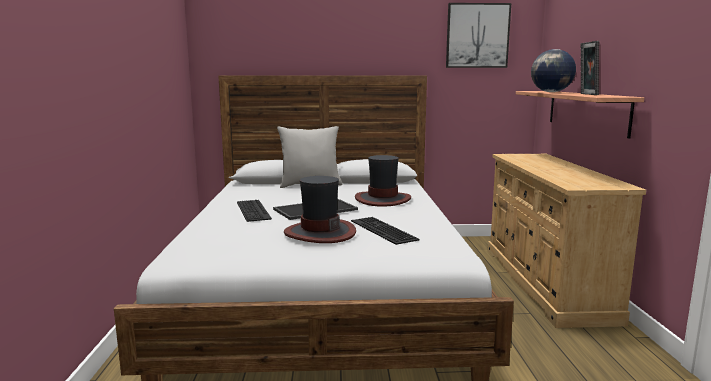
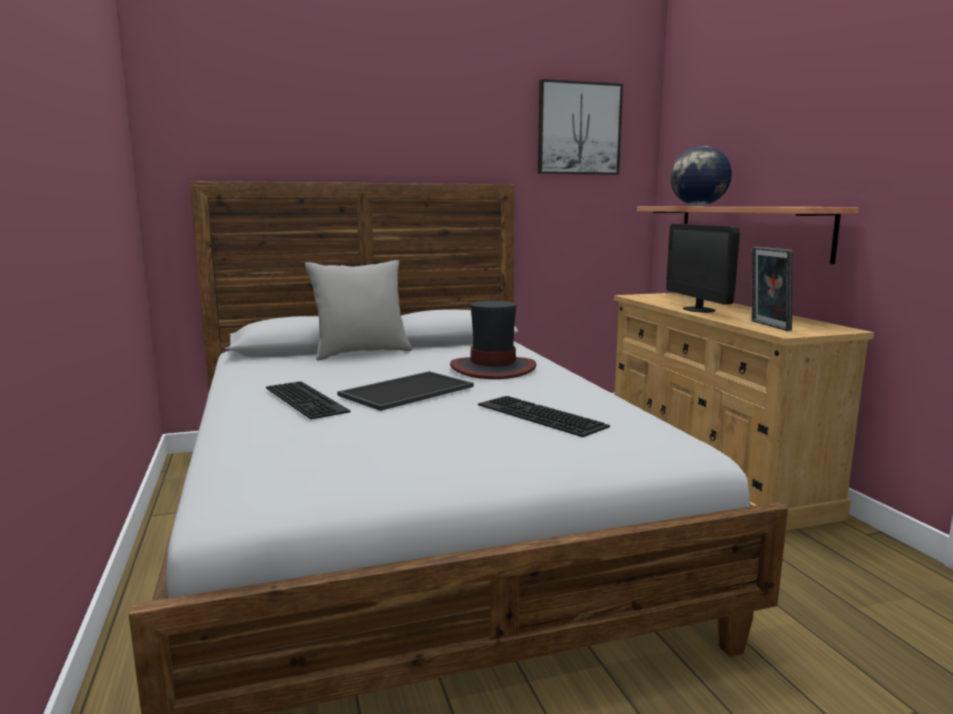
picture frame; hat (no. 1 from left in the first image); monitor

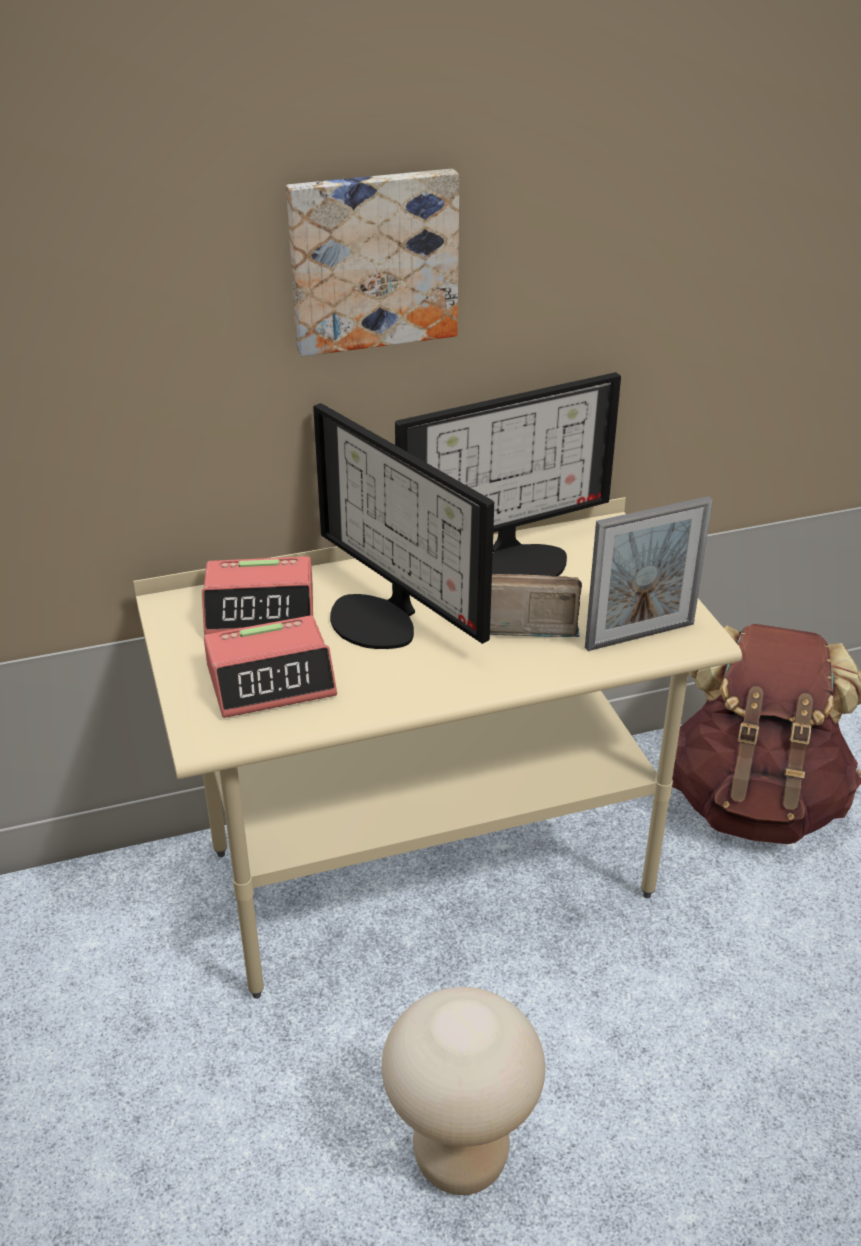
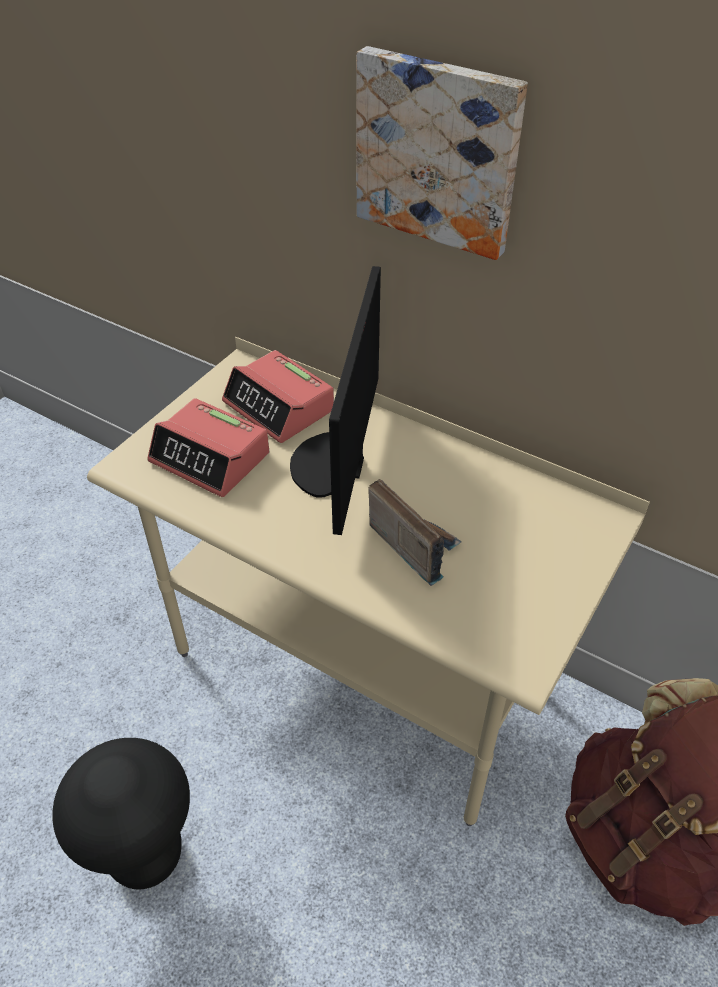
monitor (no. 2 from left in the first image); picture frame; black stool

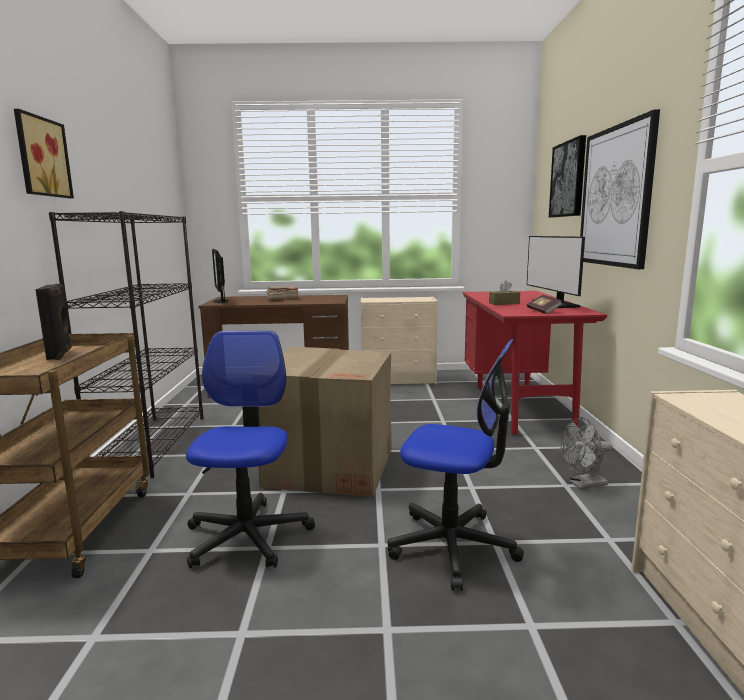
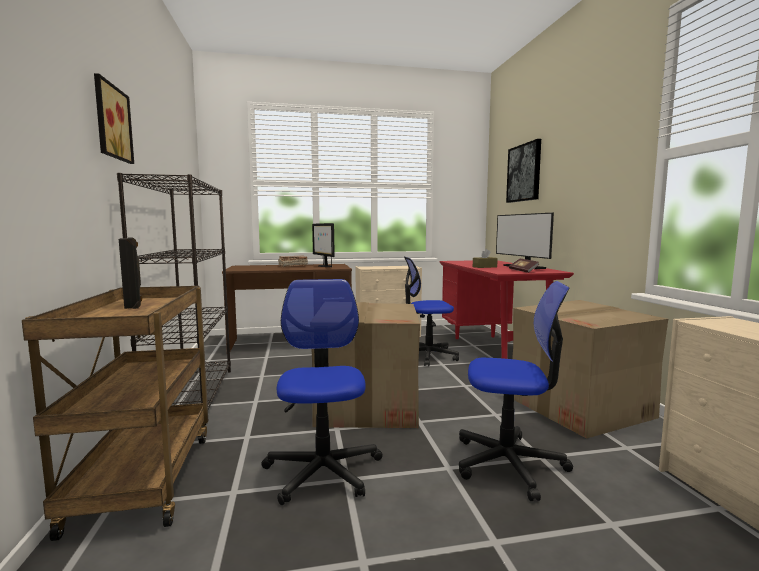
picture (no. 3 from left in the first image); monitor (no. 1 from left); cardboard box (no. 2 from left); office chair (no. 2 from left)

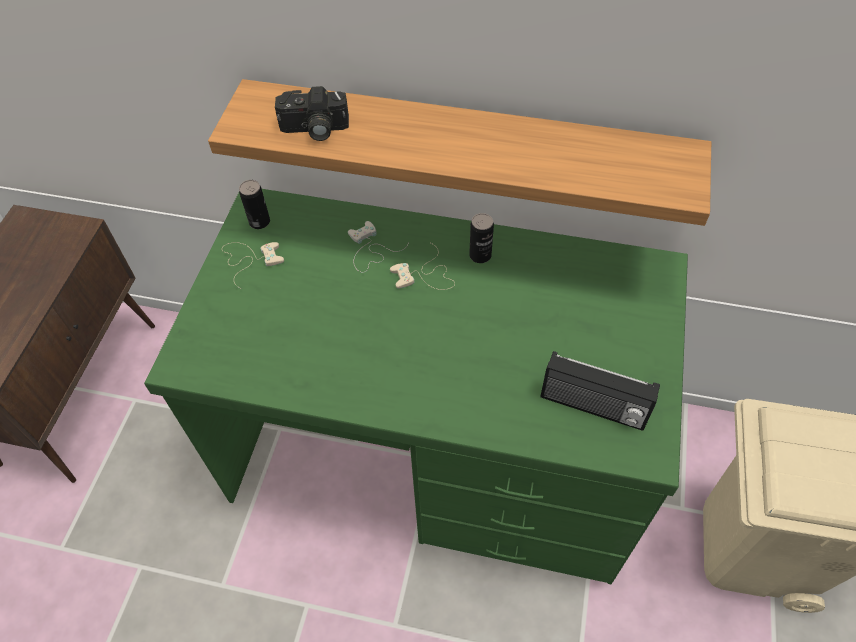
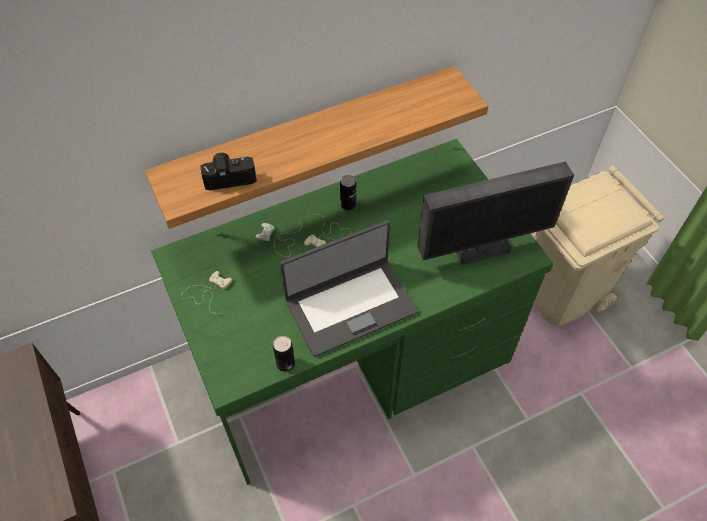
photo camera; can (no. 1 from left); monitor; laptop

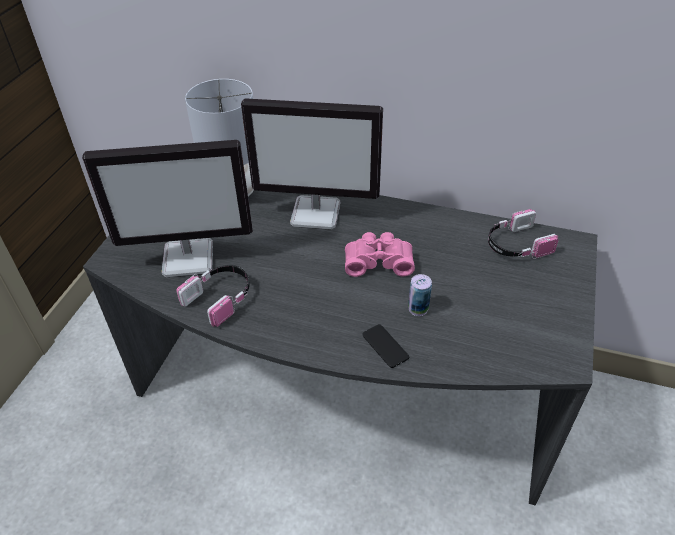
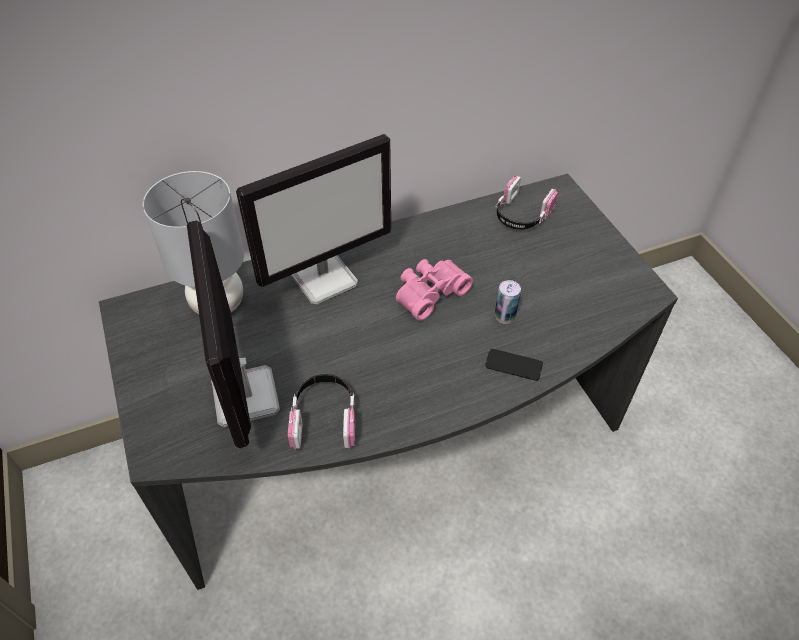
monitor (no. 1 from left)

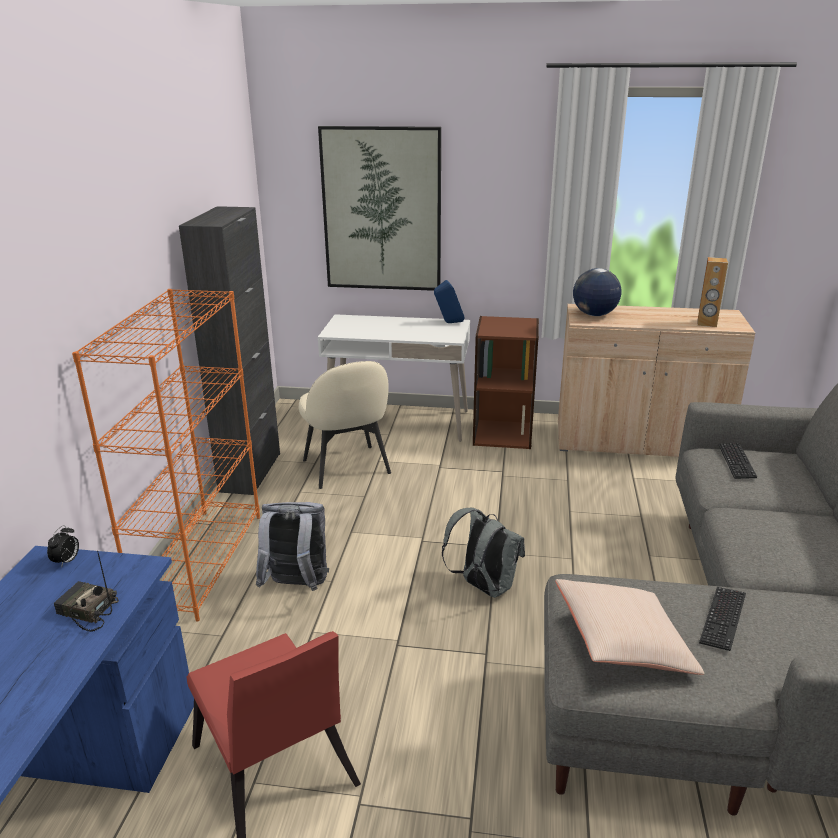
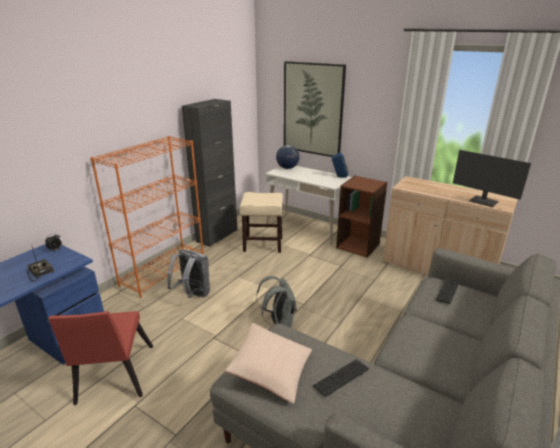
monitor; globe; beige stool

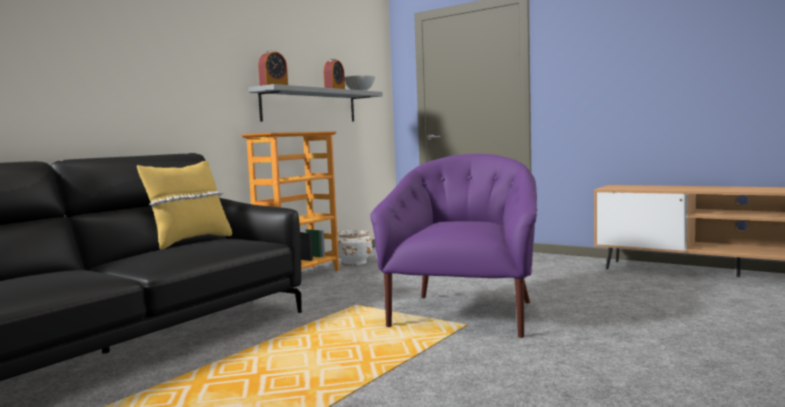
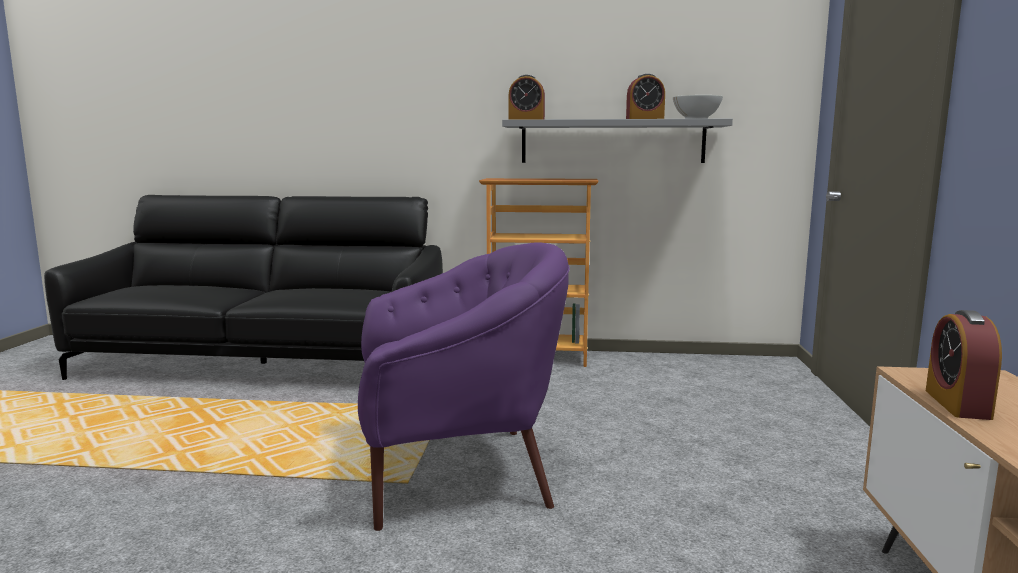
yellow pillow; white planter; alarm clock (no. 3 from left)

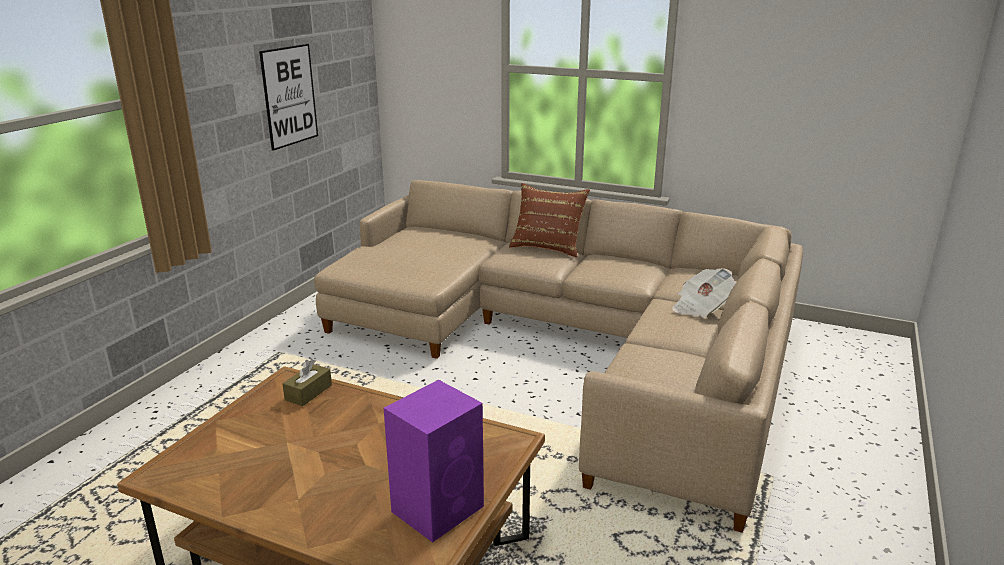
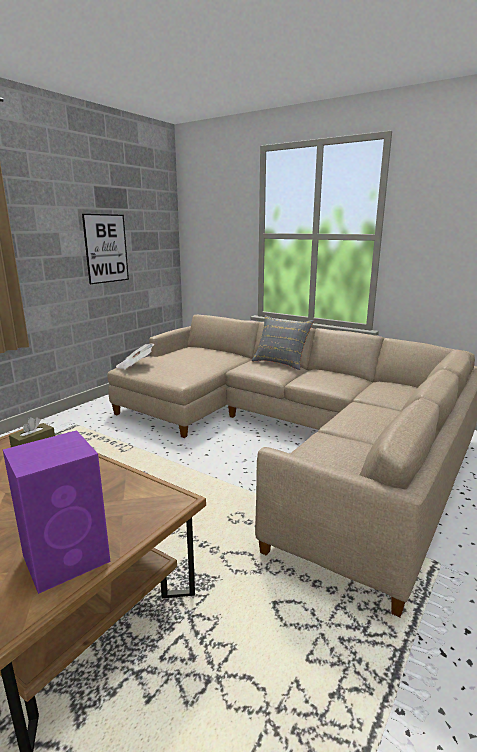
grey pillow; newspaper

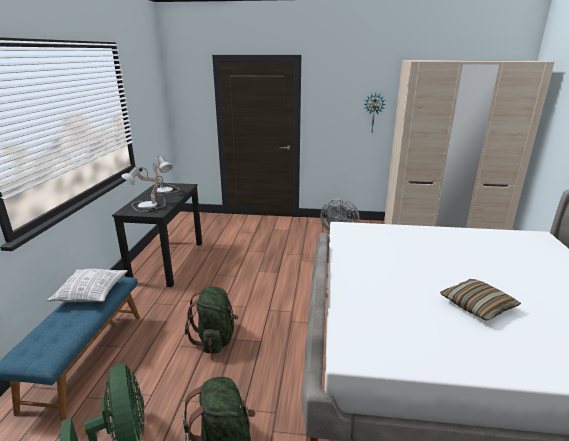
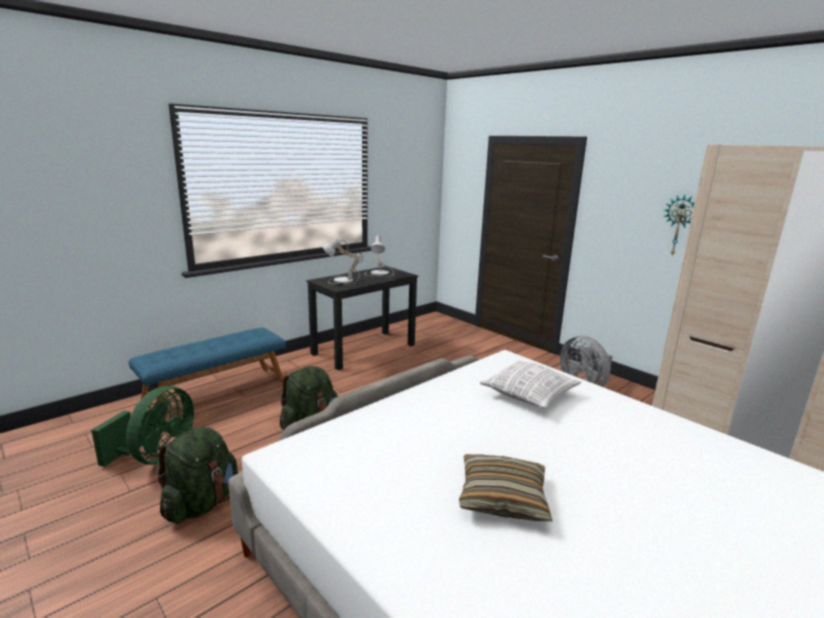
pillow (no. 2 from left)

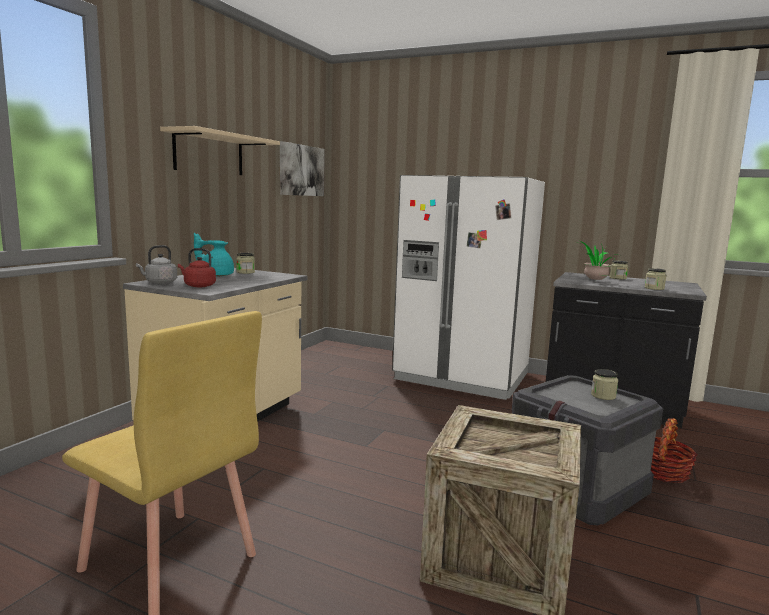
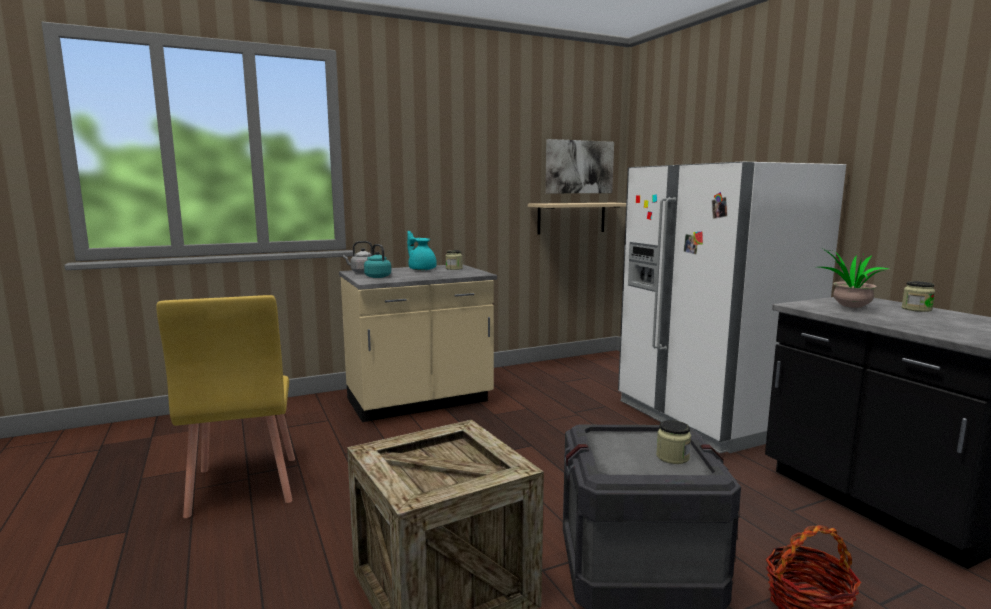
beige shelf; turquoise kettle; jar (no. 4 from left in the first image)

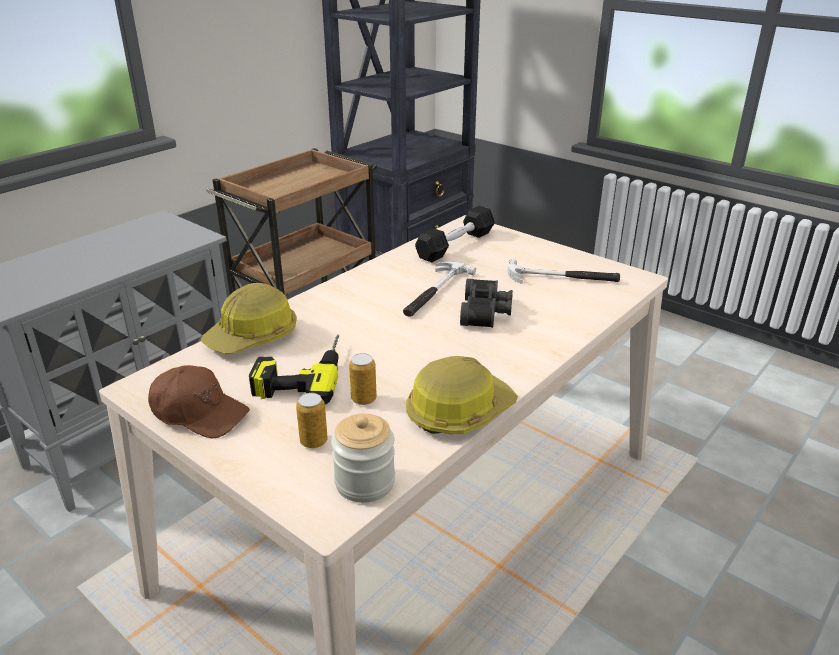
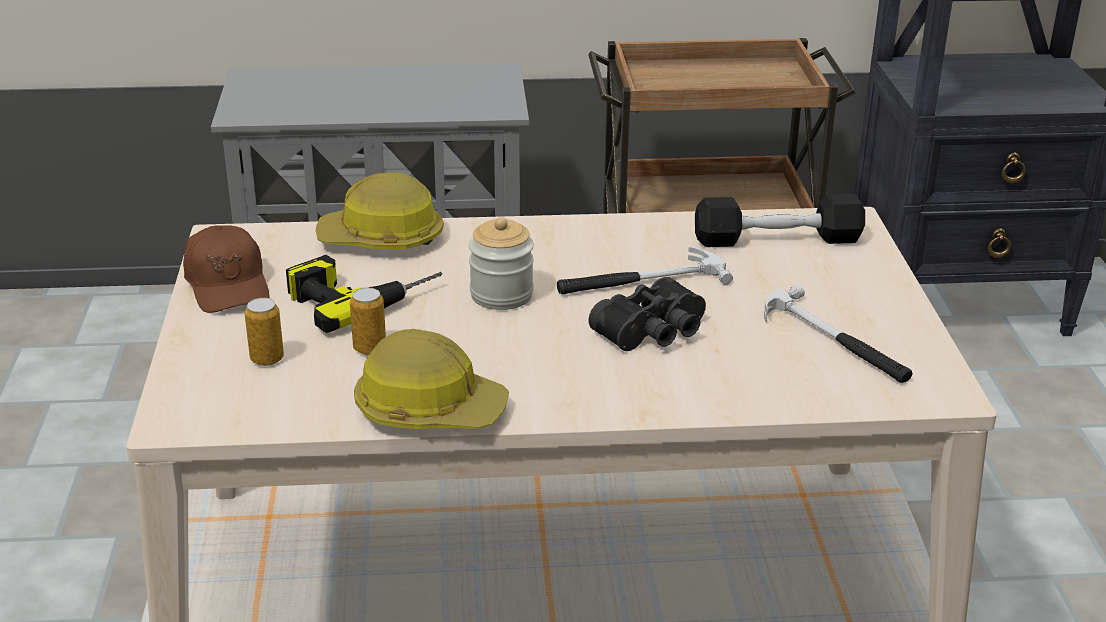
jar

